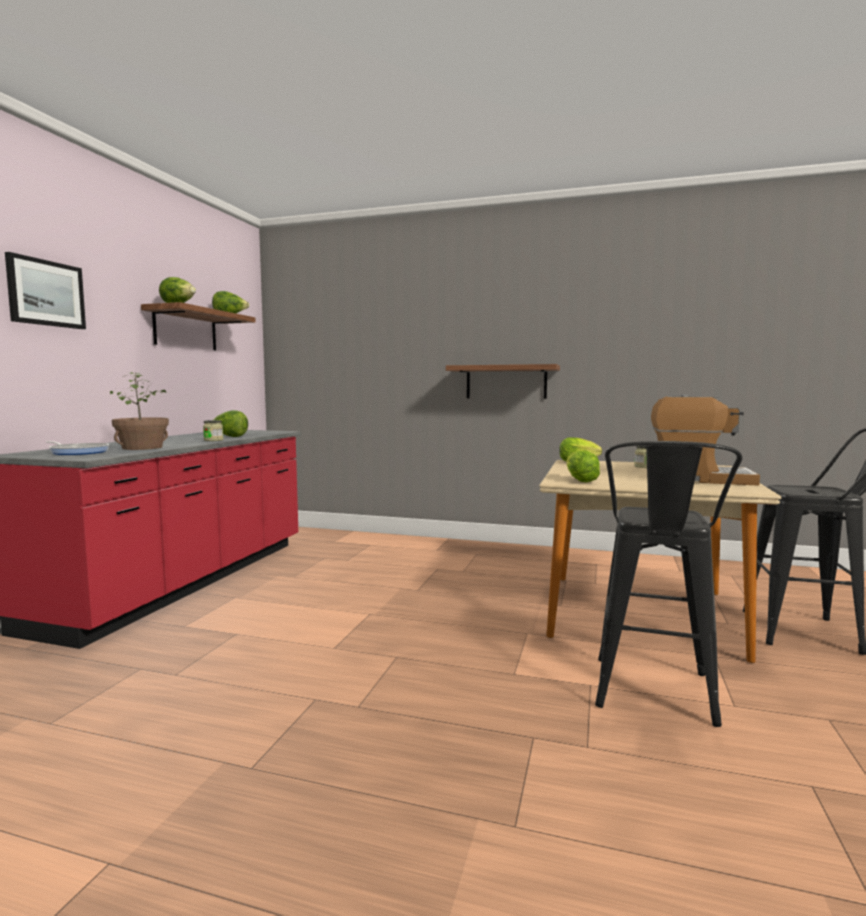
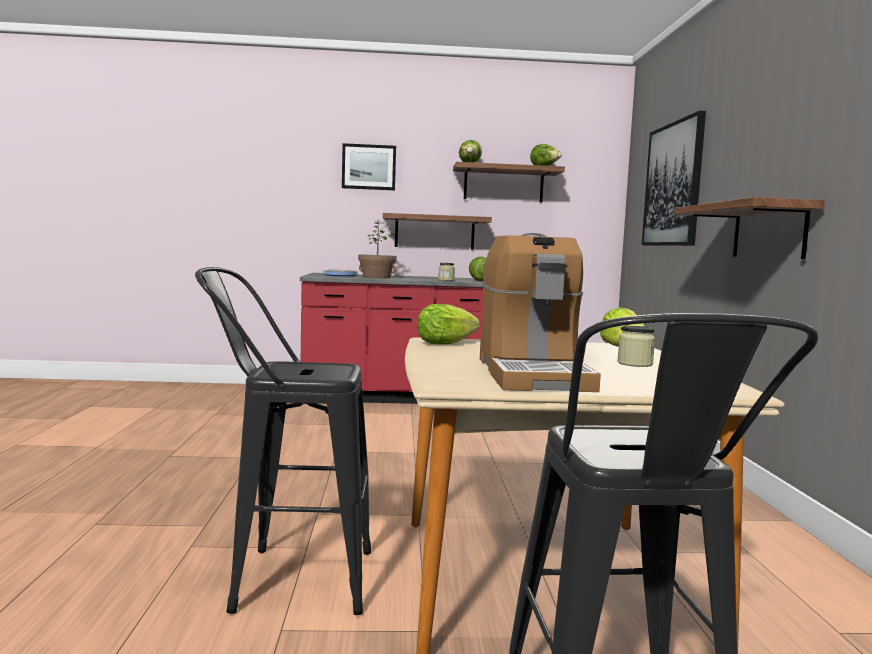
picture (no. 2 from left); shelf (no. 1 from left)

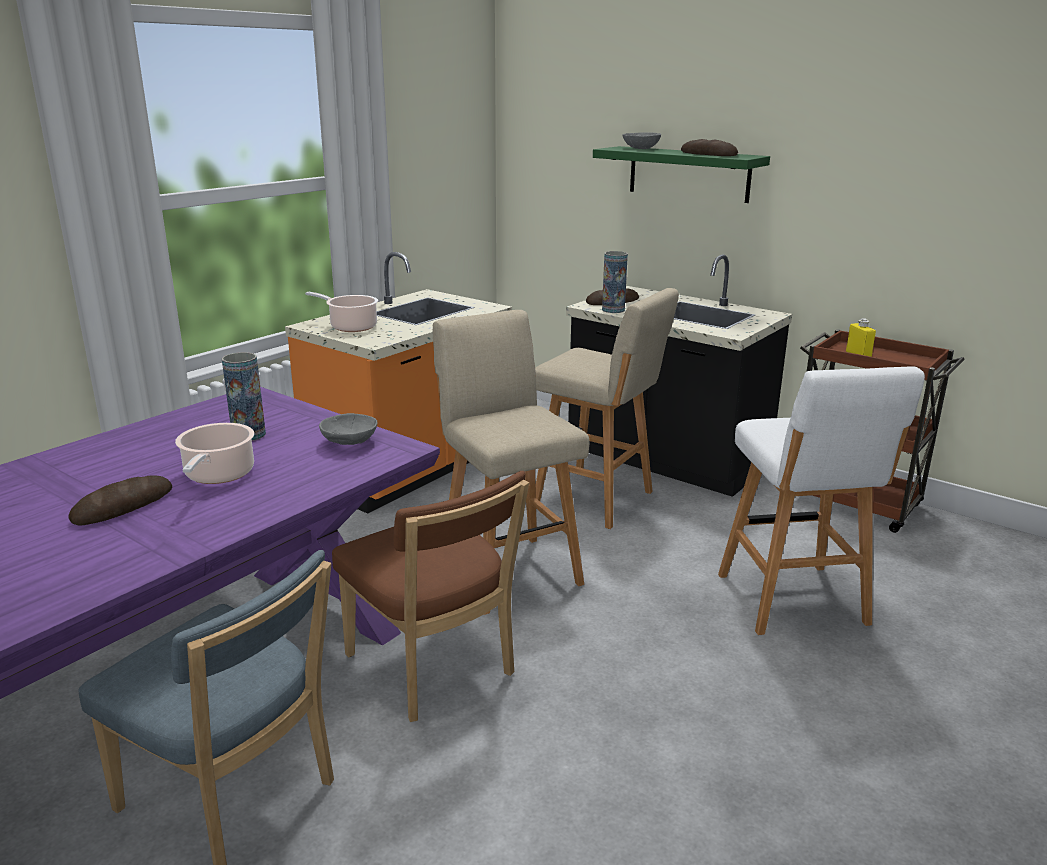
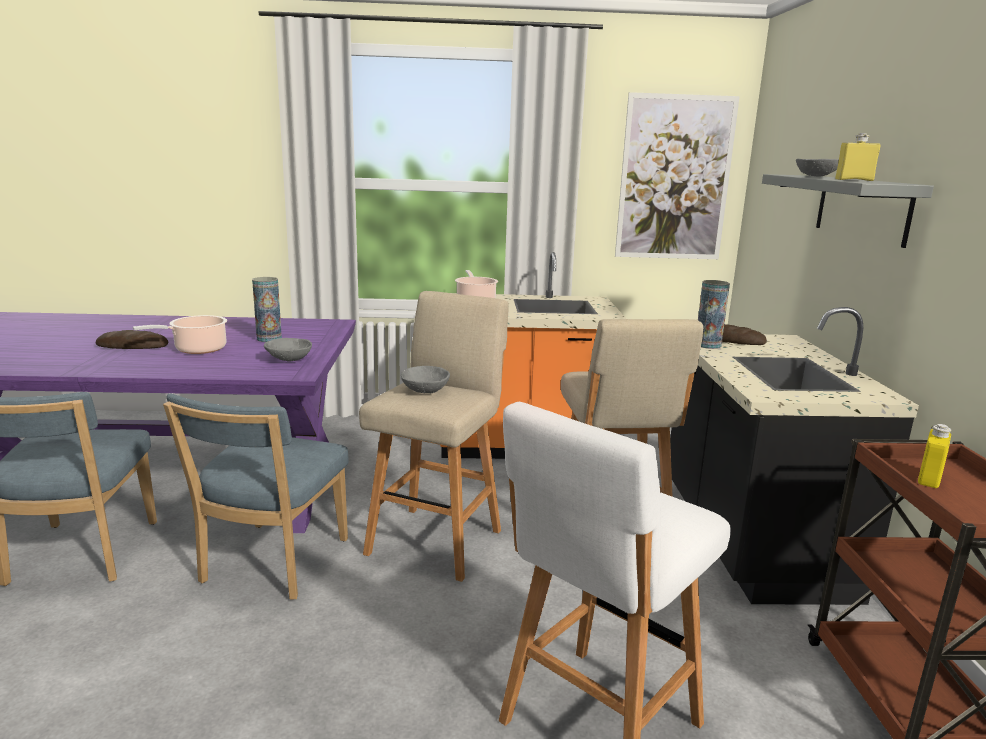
yellow bottle (no. 1 from left); grey shelf; blue chair (no. 2 from left); picture; grey bowl (no. 2 from left)

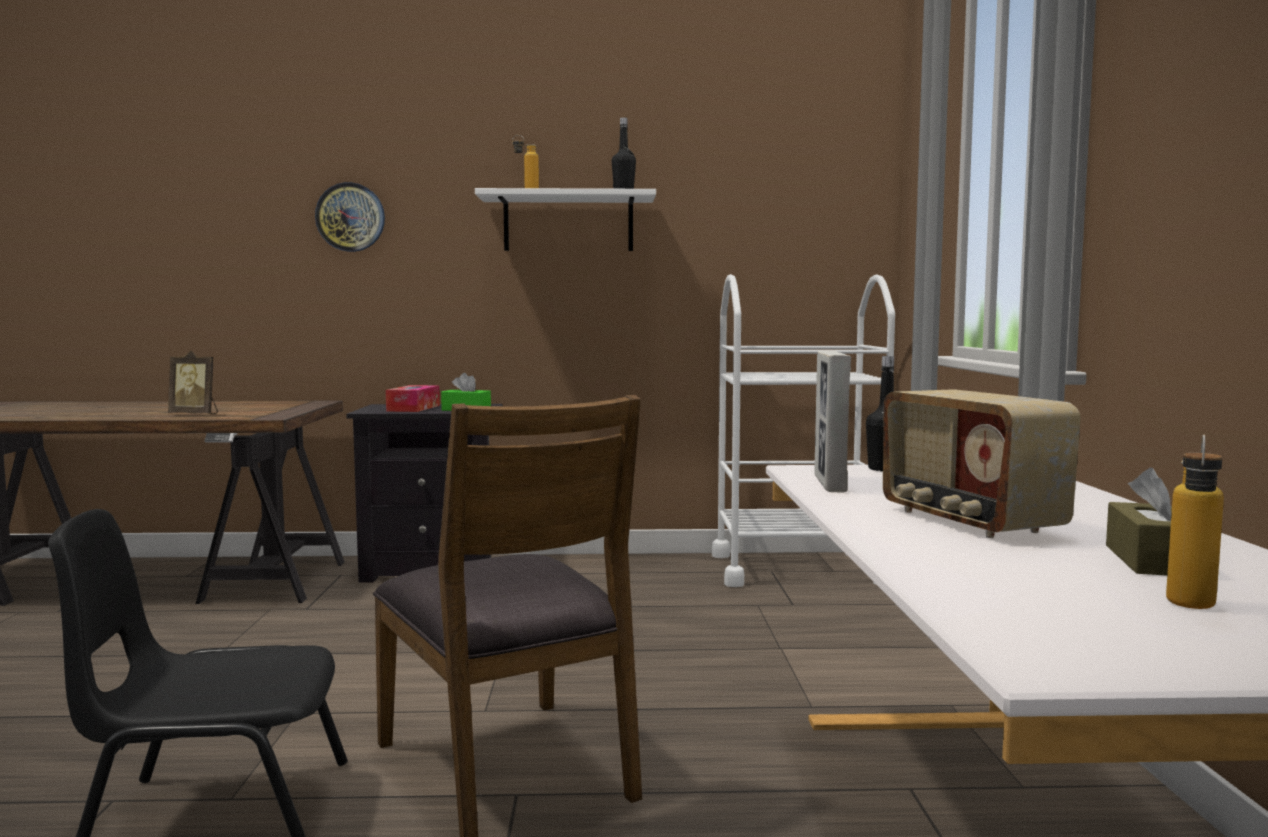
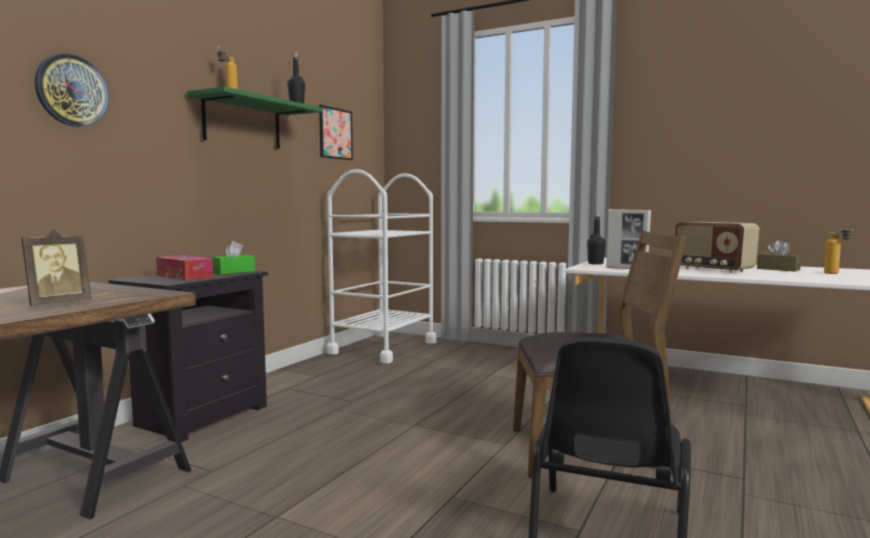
green shelf; radio; picture

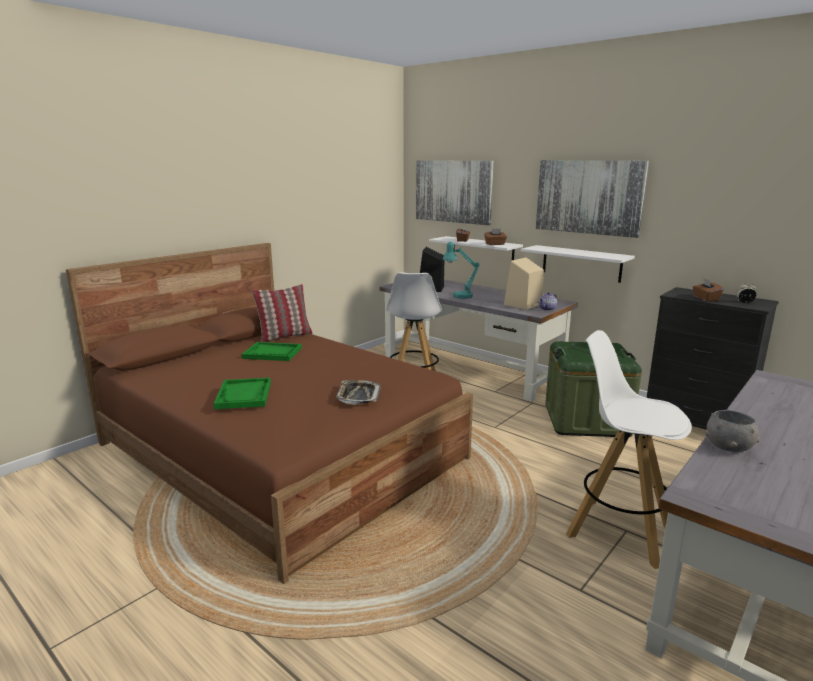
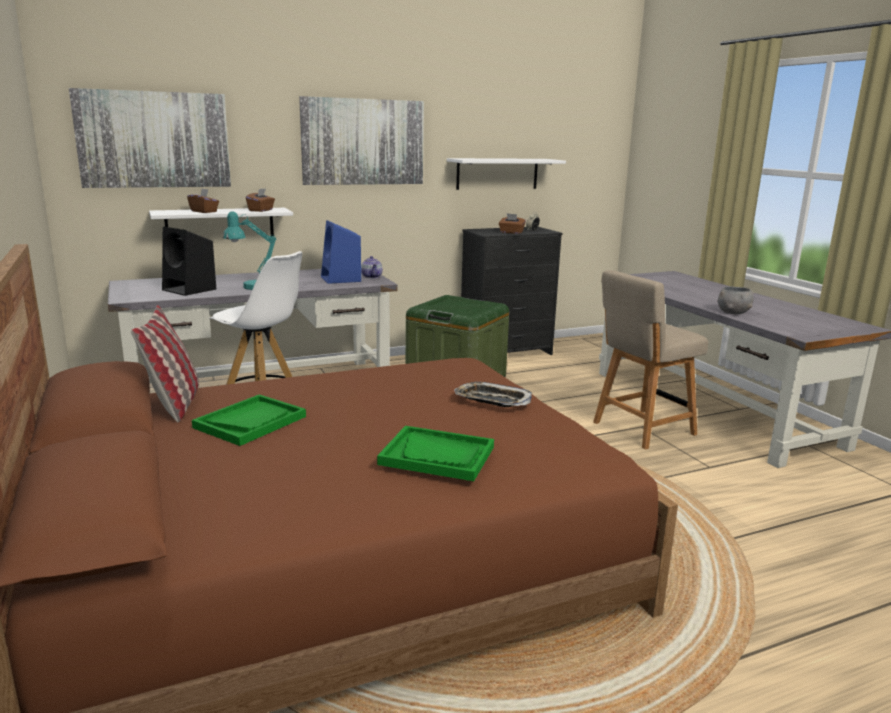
white shelf (no. 2 from left); blue speaker; beige chair

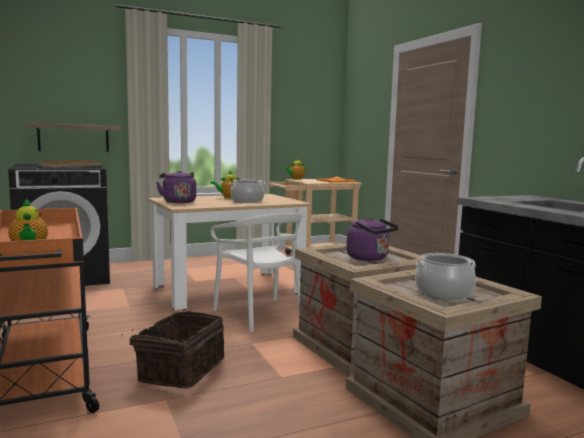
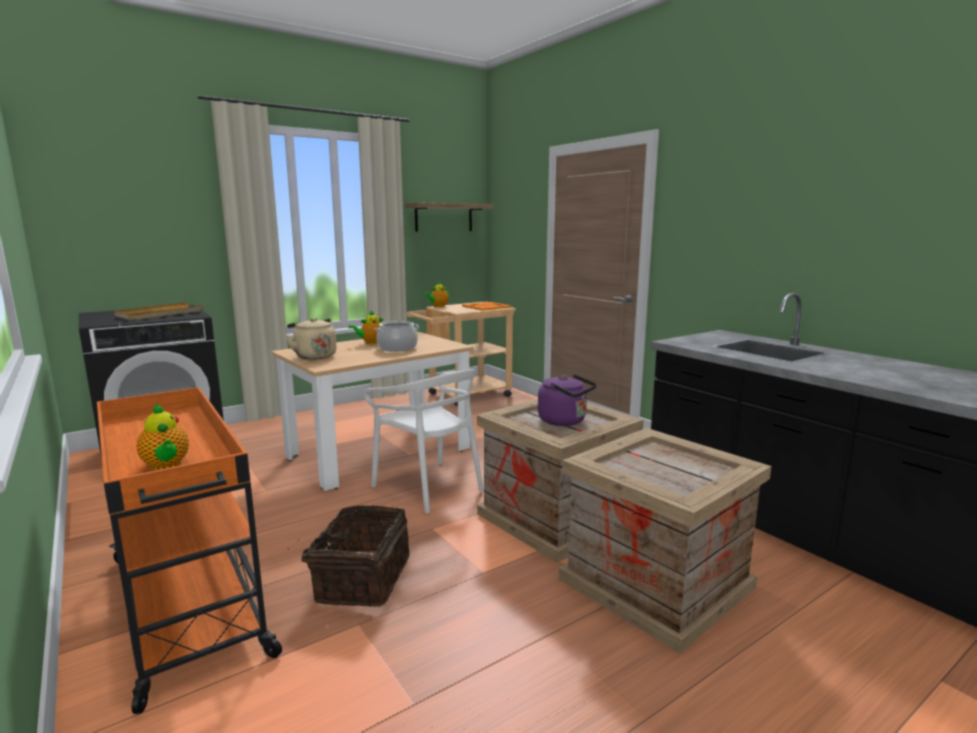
shelf; beige kettle; cooking pot (no. 2 from left in the first image)

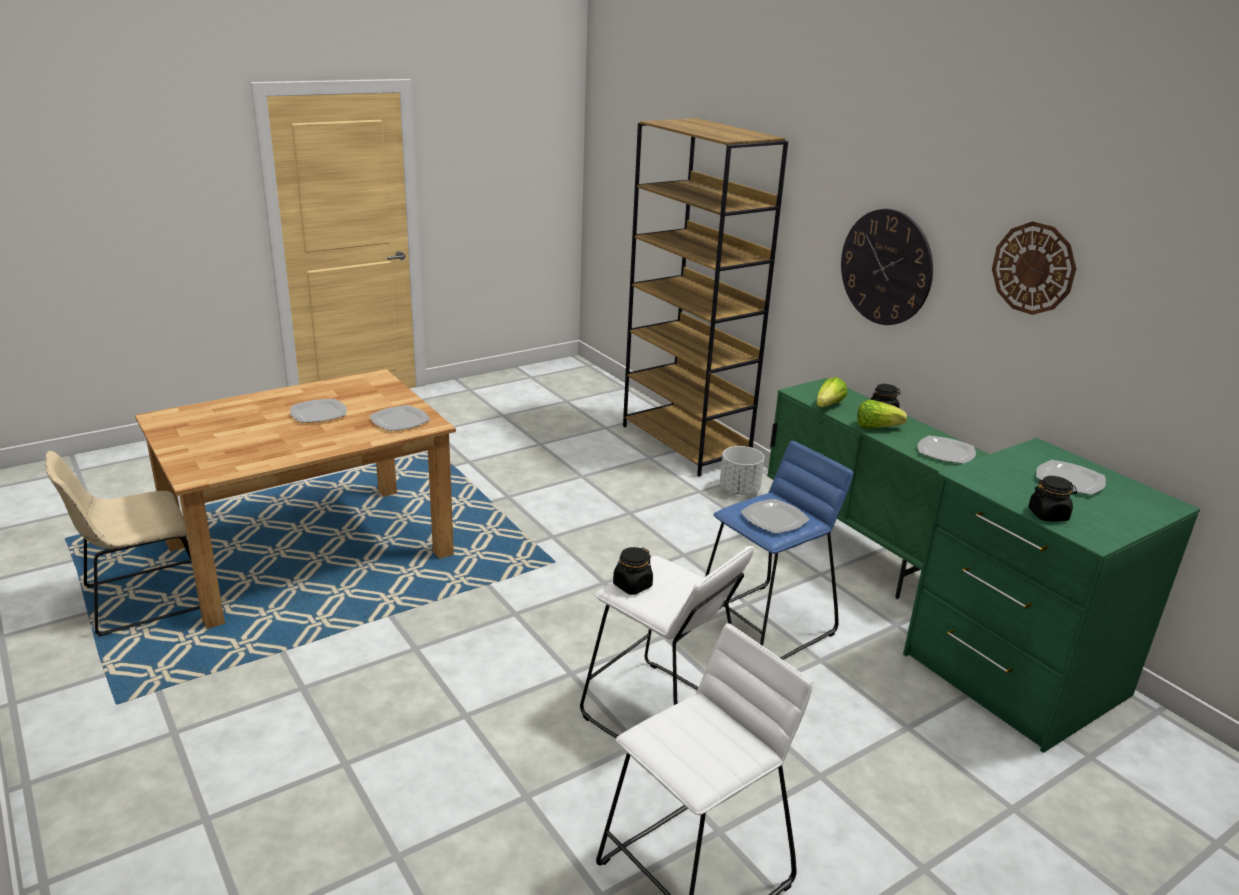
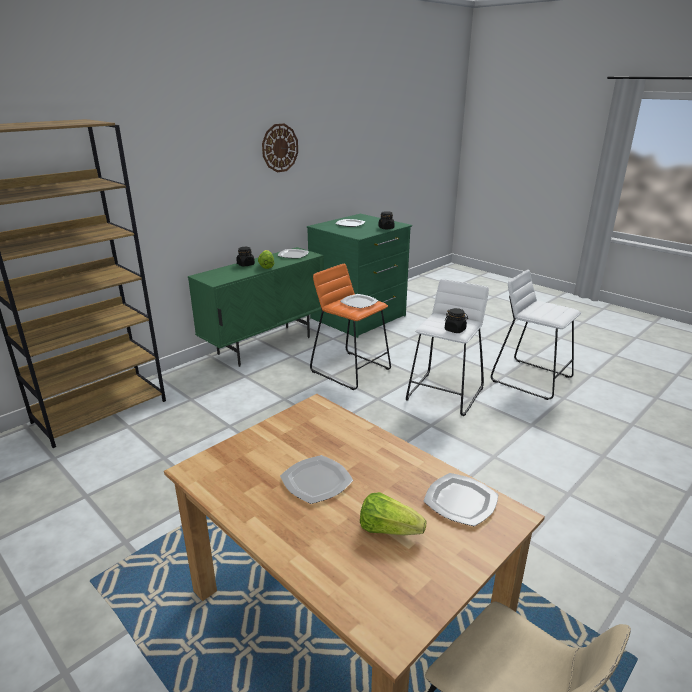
wall clock (no. 1 from left in the first image); lettuce (no. 2 from left); plate (no. 5 from left); orange stool; white planter

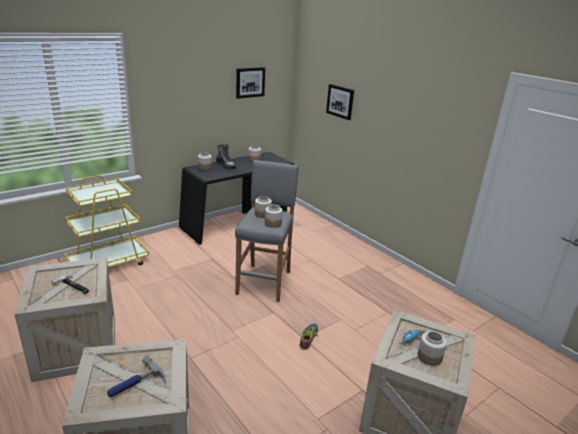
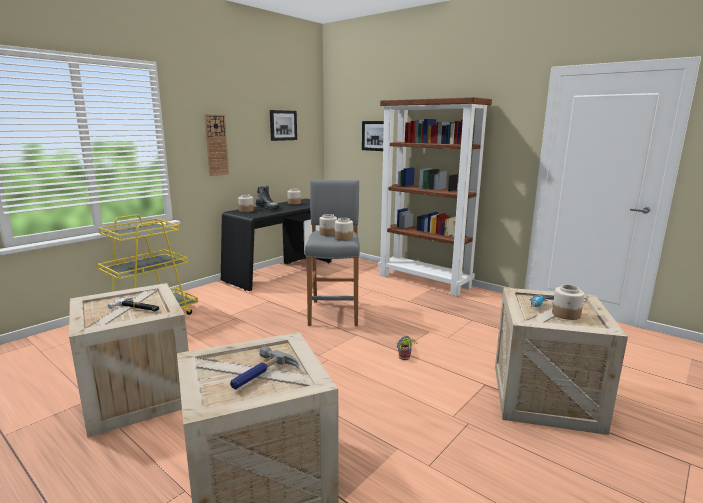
brown bookcase; wall clock

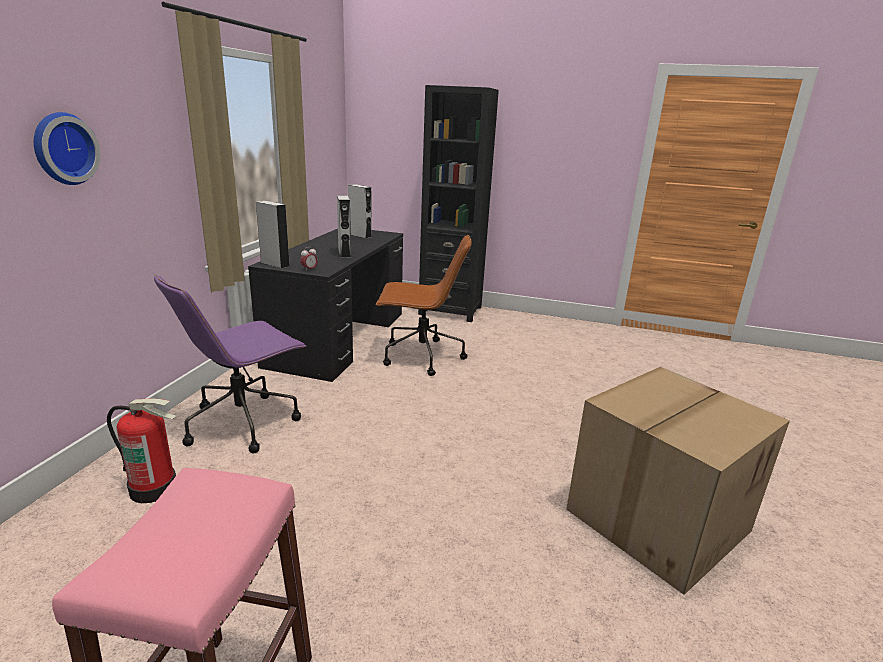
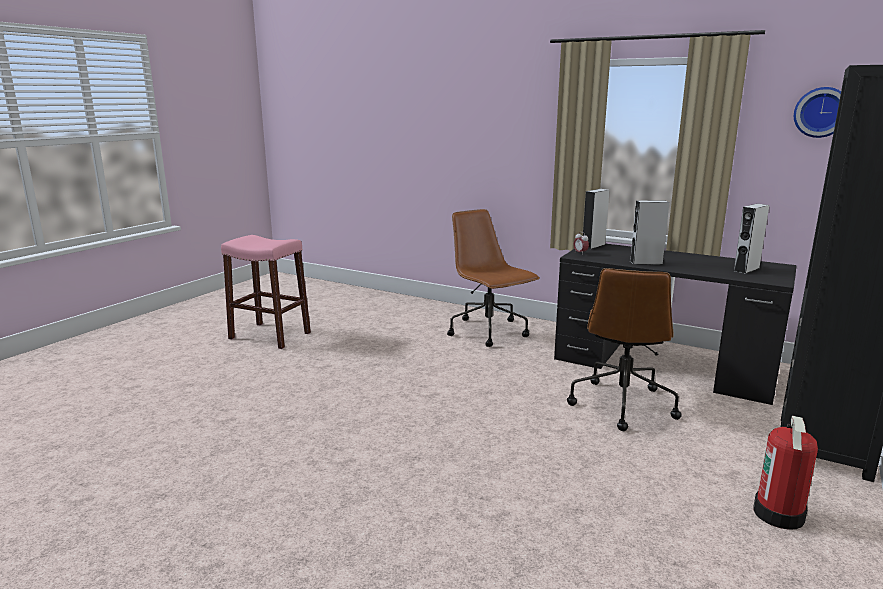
wall clock; brown office chair (no. 1 from left); cardboard box; fire extinguisher

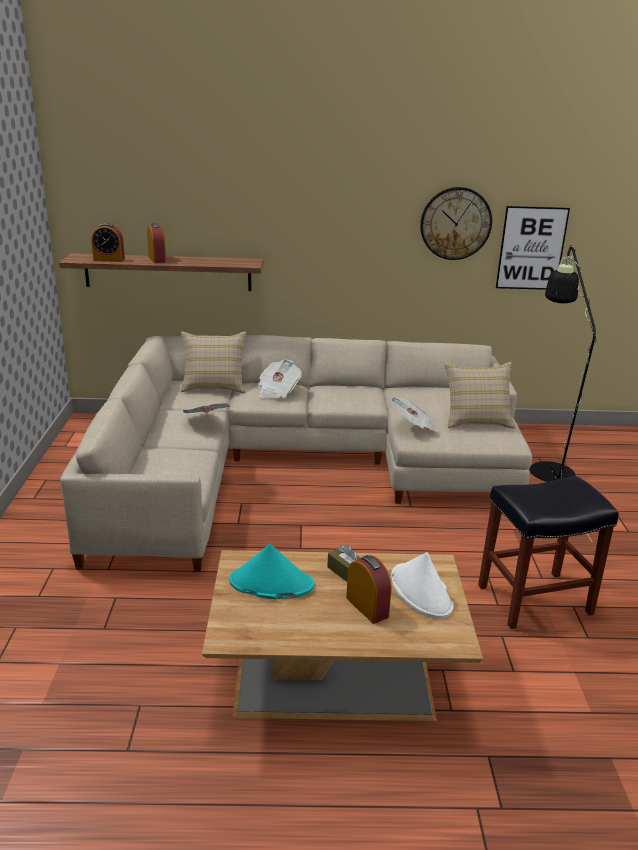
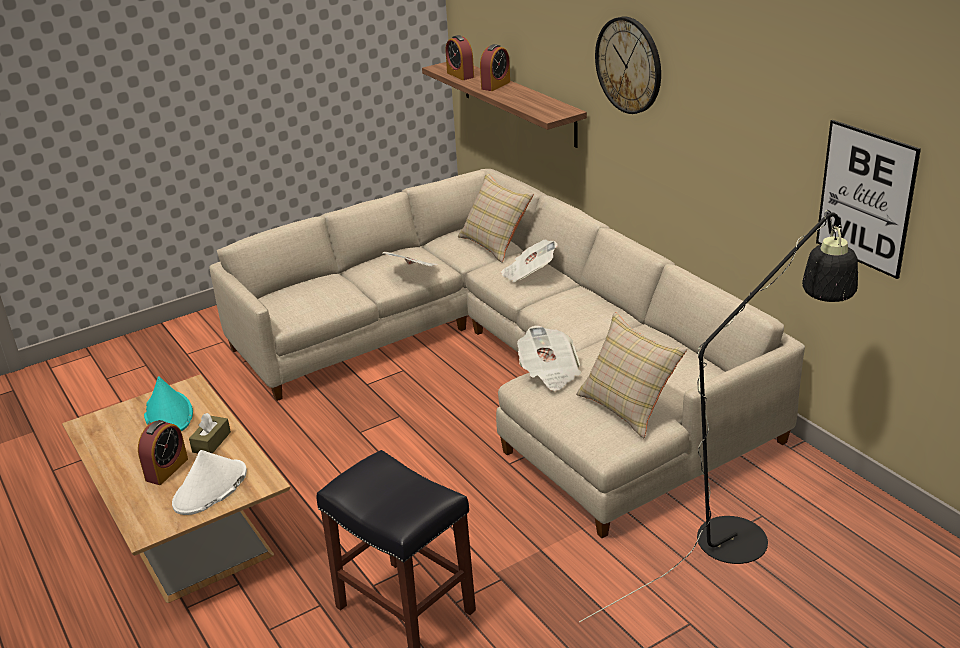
wall clock

